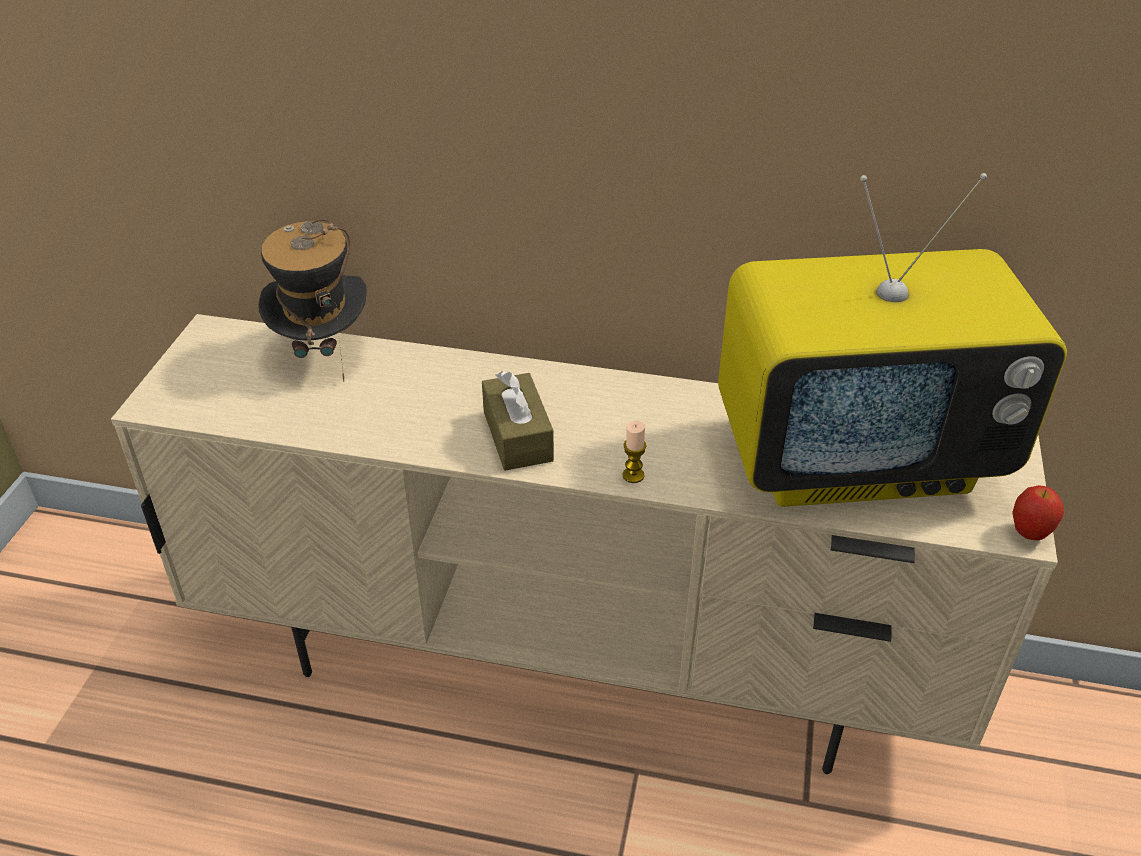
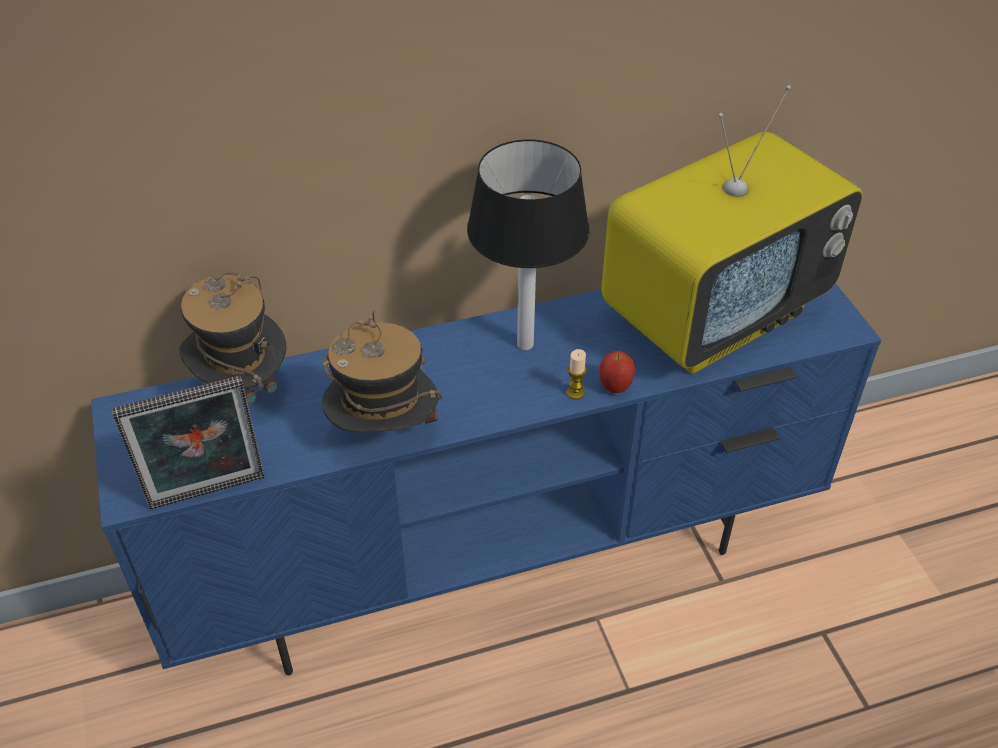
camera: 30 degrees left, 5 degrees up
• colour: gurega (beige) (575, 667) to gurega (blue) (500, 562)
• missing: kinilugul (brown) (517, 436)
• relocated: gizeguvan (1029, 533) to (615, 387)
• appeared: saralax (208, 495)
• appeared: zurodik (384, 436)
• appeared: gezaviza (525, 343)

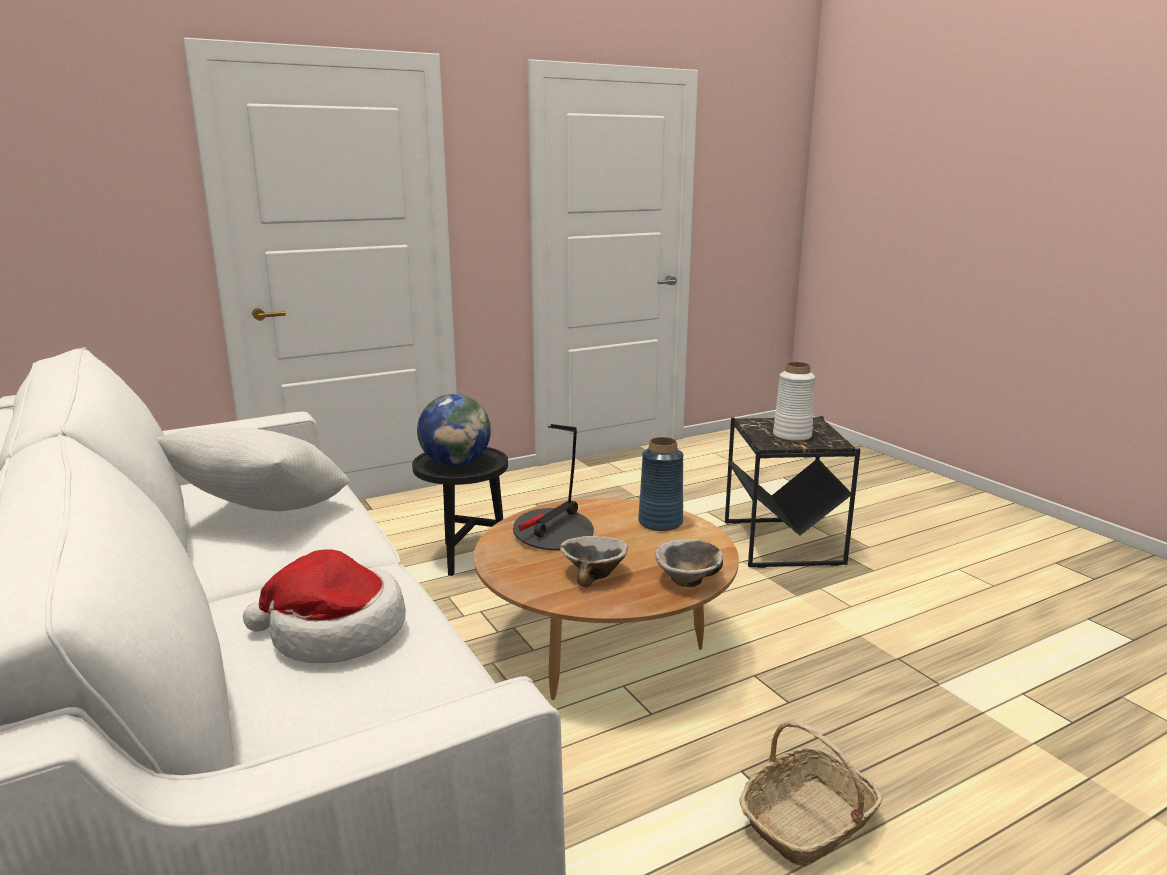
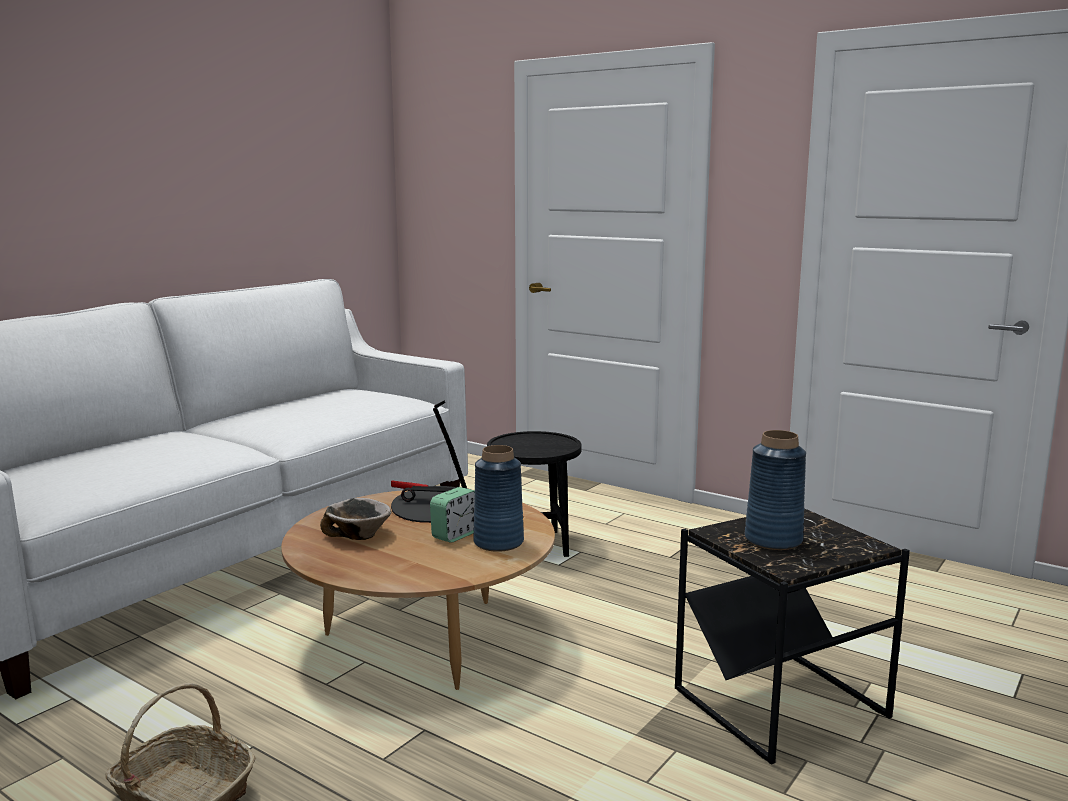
camera: 65 degrees right, 5 degrees down
• missing: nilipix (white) (264, 515)
• missing: zurodik (334, 633)
• missing: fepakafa (456, 464)
• missing: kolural (688, 580)
• colour: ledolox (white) (792, 436) to ledolox (blue) (773, 540)
• appeared: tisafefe (455, 535)

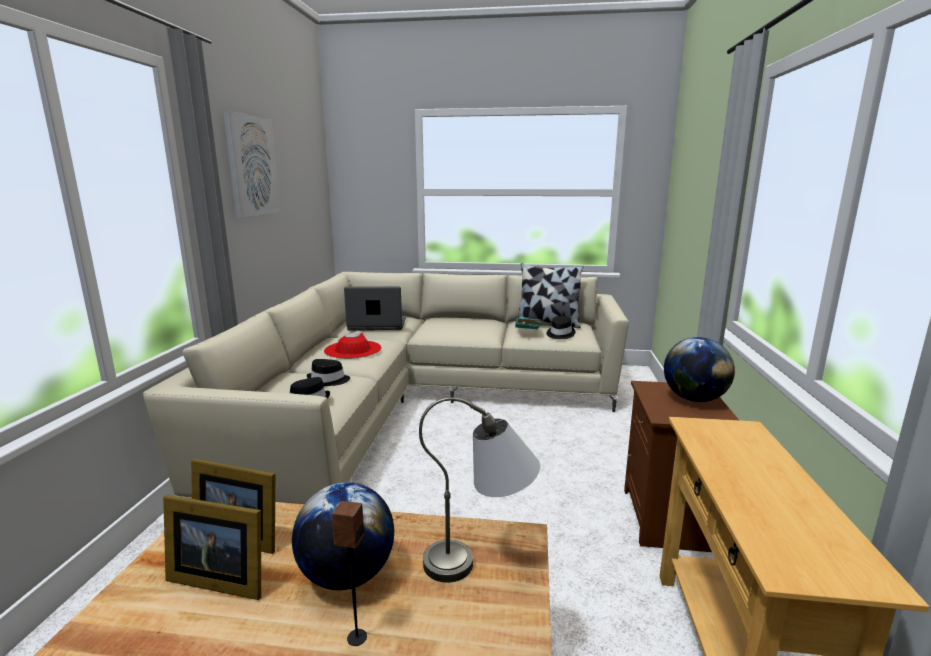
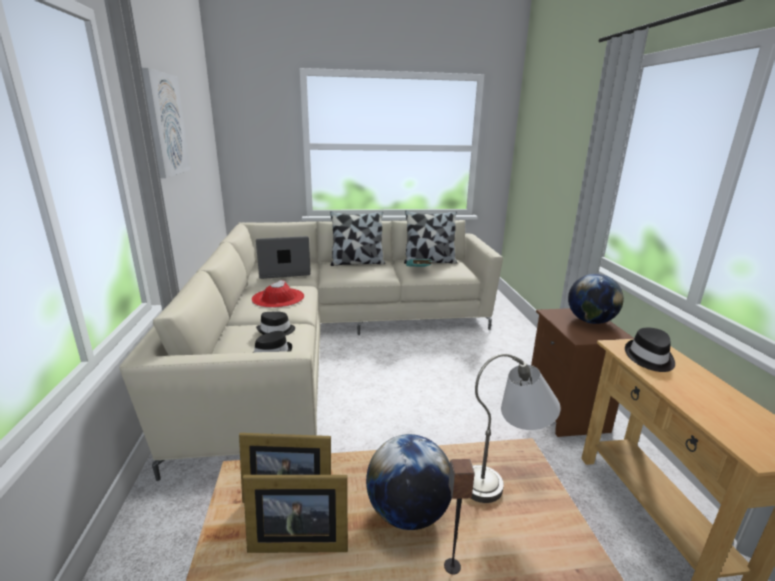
camera: 15 degrees left, 5 degrees up
• relocated: zurodik (black) (559, 334) to (649, 358)
• appeared: nilipix (357, 263)

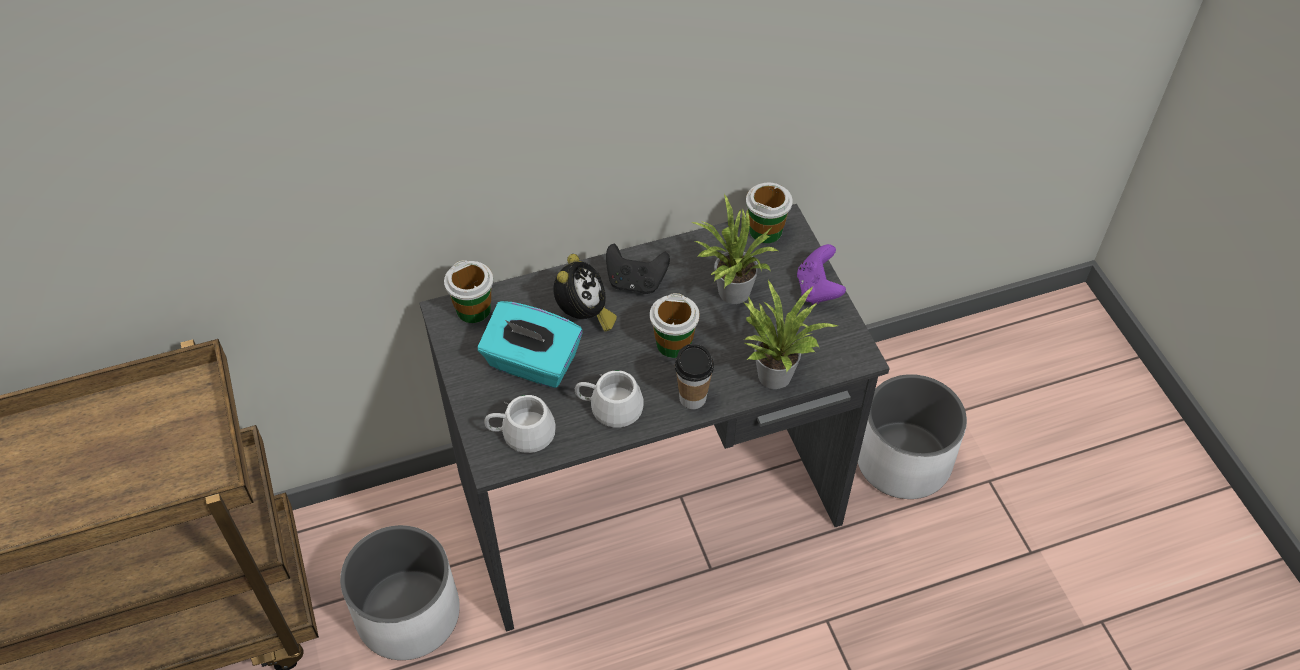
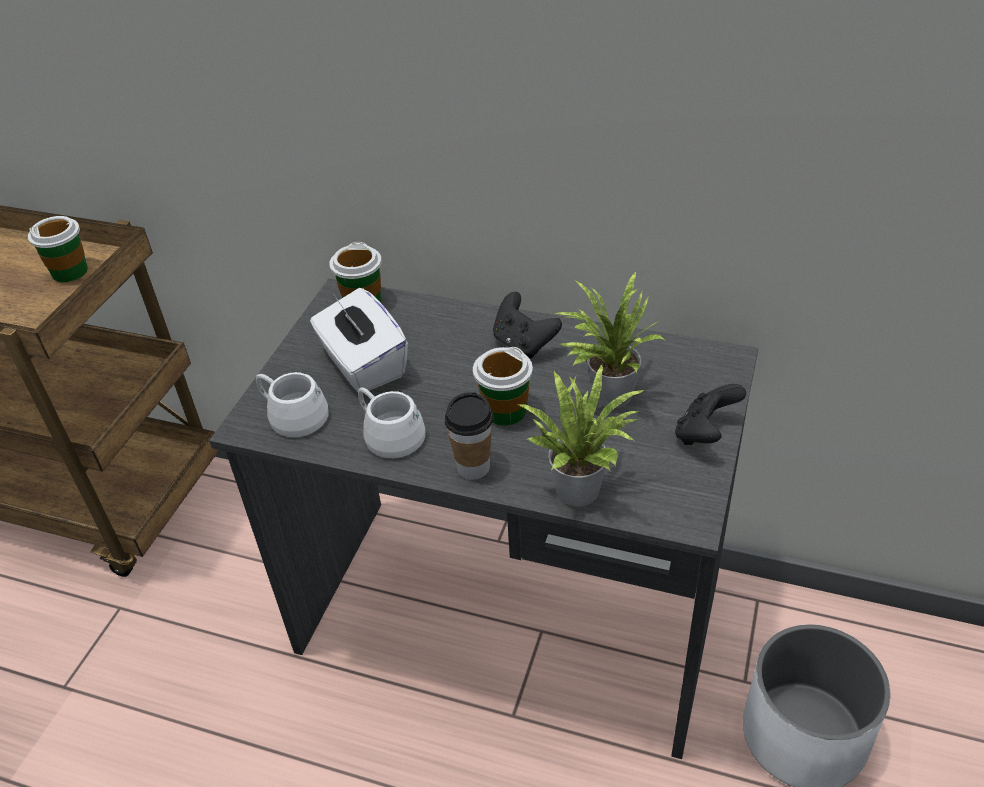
camera: 40 degrees right, 10 degrees down
• missing: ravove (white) (407, 613)
• colour: kinilugul (turquoise) (532, 363) to kinilugul (white) (363, 365)
• missing: tisafefe (584, 315)
• relocated: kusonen (765, 230) to (70, 271)
• colour: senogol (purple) (817, 289) to senogol (black) (705, 434)

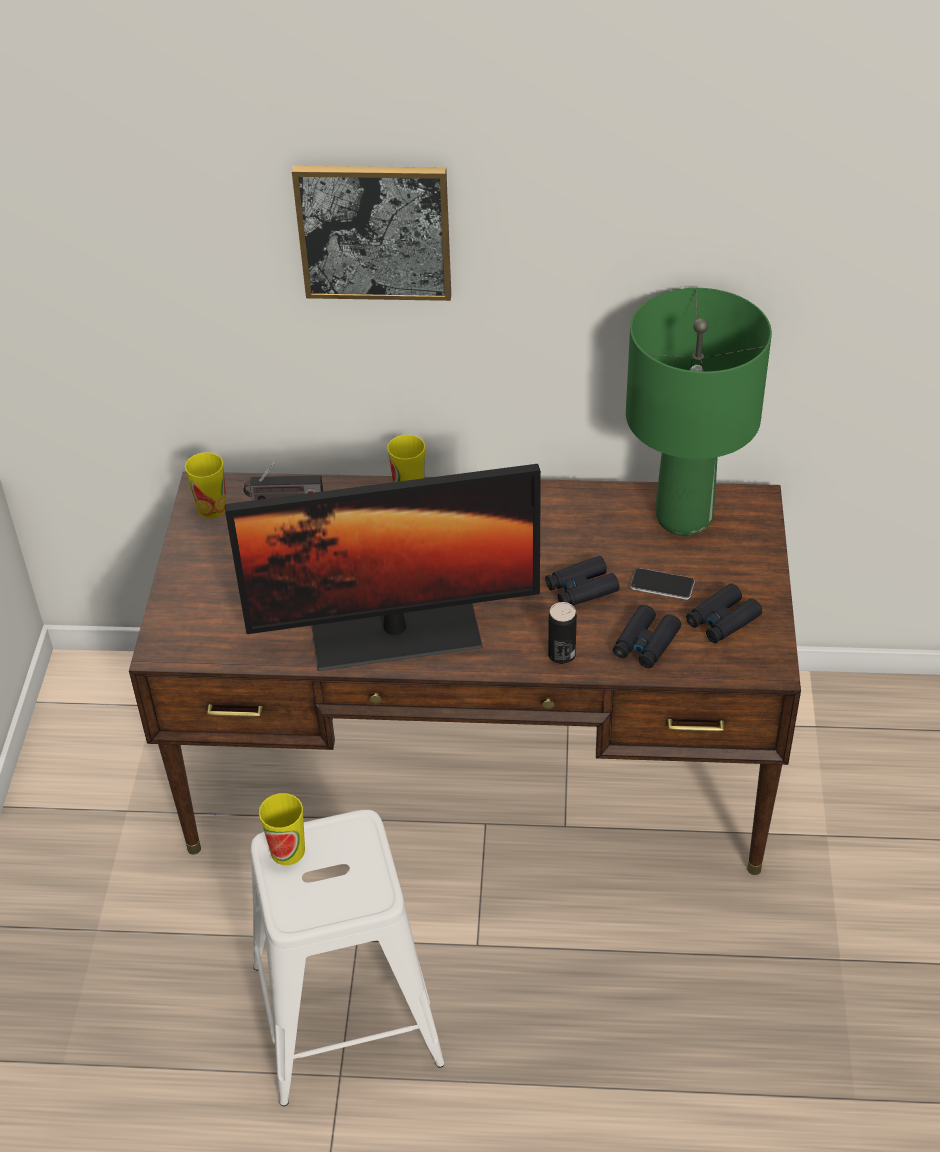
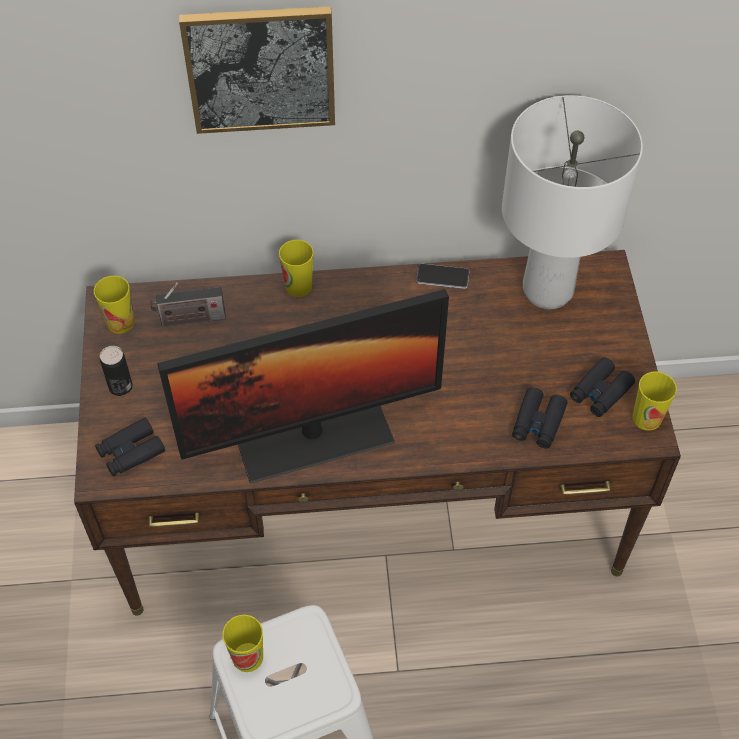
camera: 10 degrees left, 10 degrees up
• relocated: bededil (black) (581, 589) to (131, 452)
• relocated: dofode (561, 655) to (120, 386)
• colour: gezaviza (green) (682, 517) to gezaviza (white) (546, 290)
• relocated: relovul (662, 585) to (442, 277)
• appeared: kusonen (646, 418)

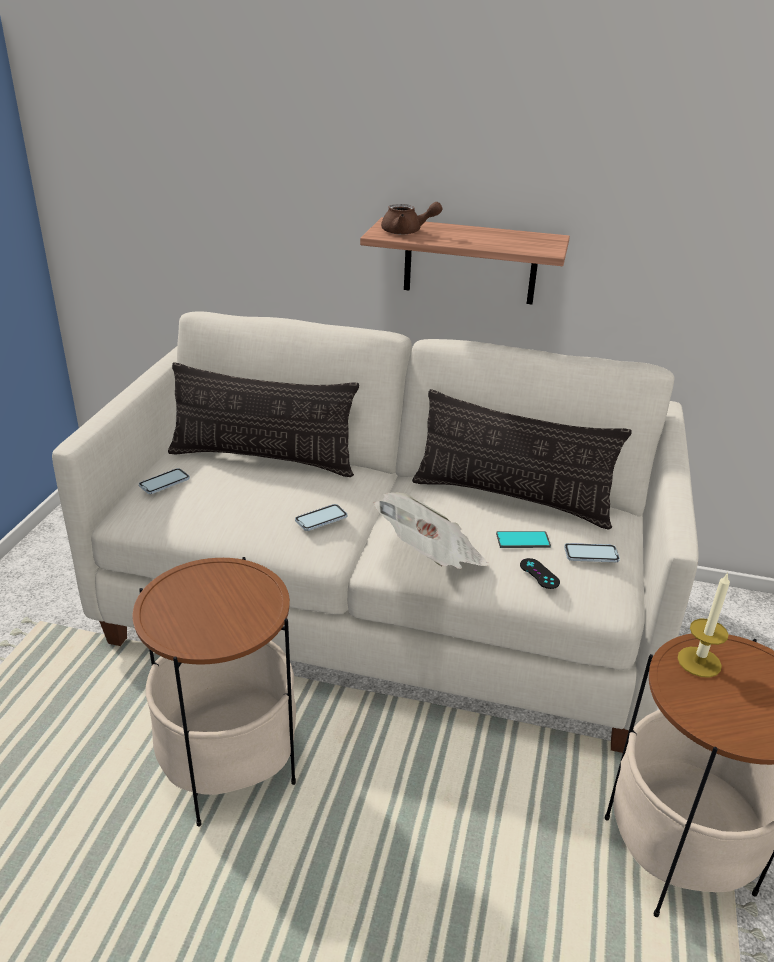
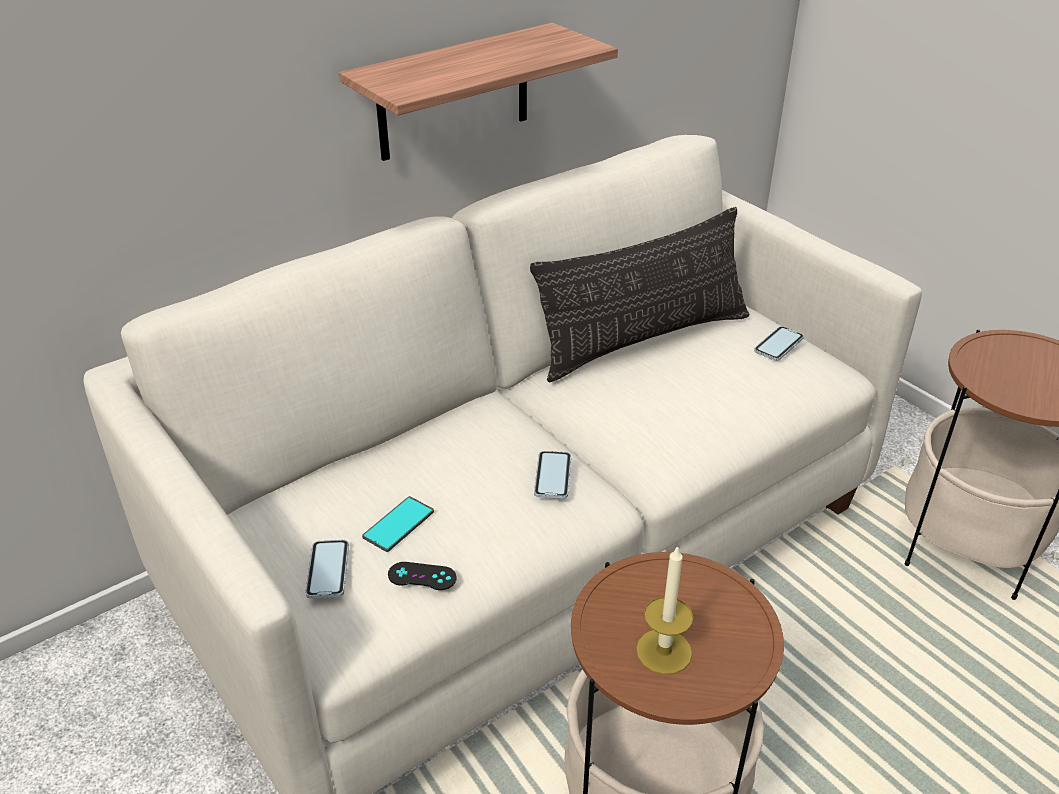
camera: 50 degrees left, 5 degrees up
• missing: nilipix (263, 459)
• missing: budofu (430, 556)
• missing: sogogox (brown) (407, 232)
• relocated: relovul (523, 540) to (398, 524)
• relocated: senogol (black) (539, 574) to (422, 576)
• relocated: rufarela (699, 662) to (664, 651)

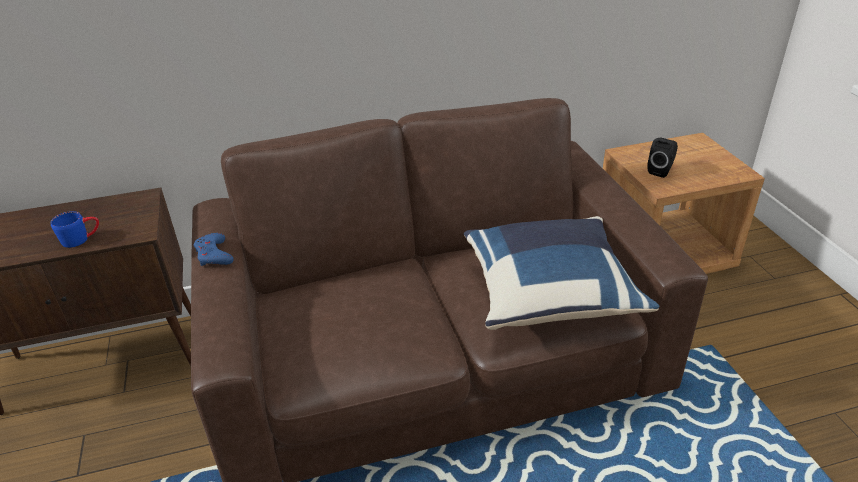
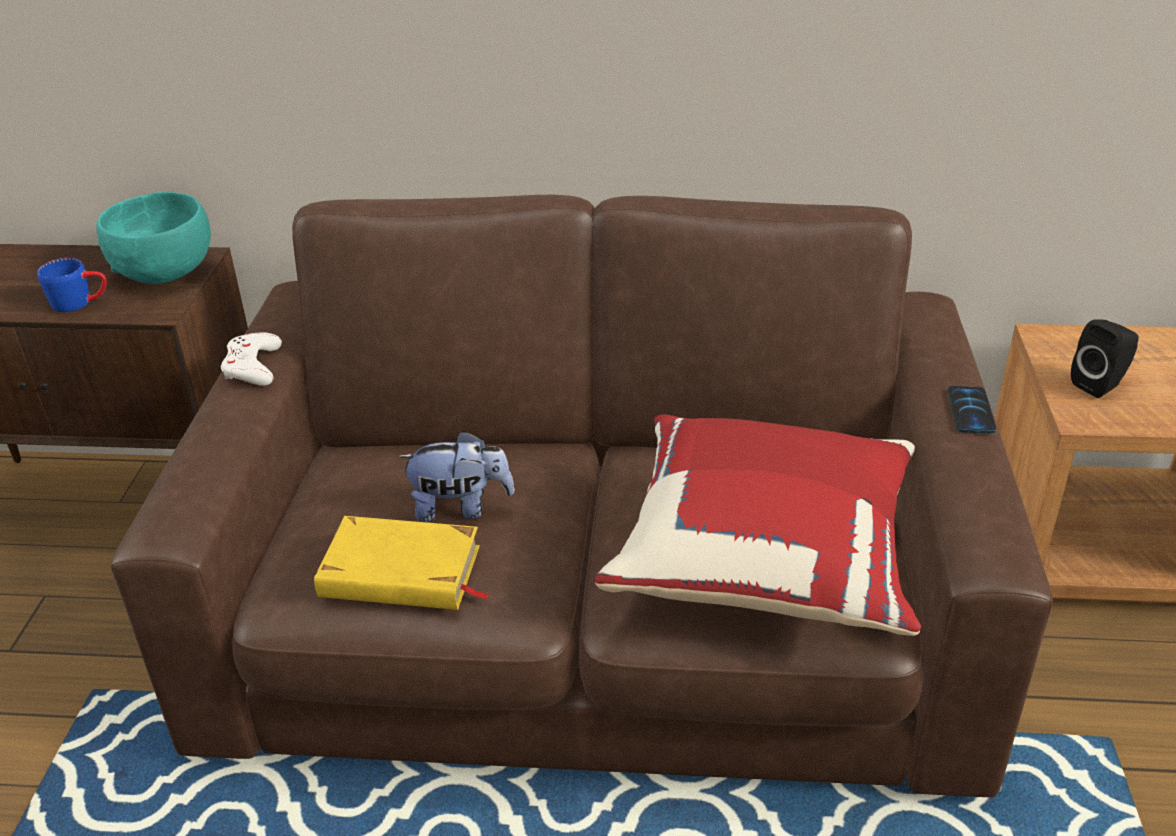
camera: 20 degrees right, 0 degrees up
• colour: senogol (blue) (214, 254) to senogol (white) (253, 366)
• colour: nilipix (blue) (549, 293) to nilipix (red) (766, 557)
• appeared: kolural (turquoise) (166, 271)
• appeared: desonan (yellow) (401, 573)
• appeared: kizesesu (460, 507)
• appeared: relovul (970, 411)

